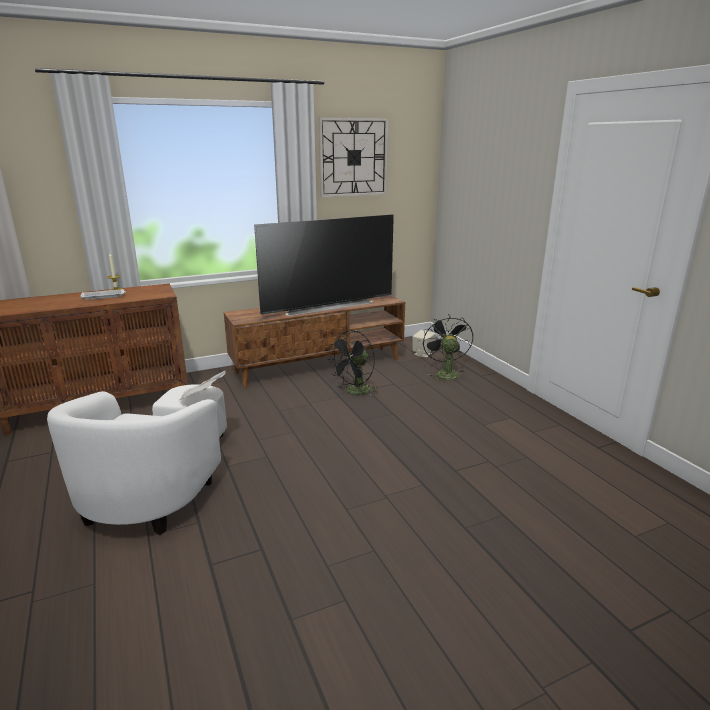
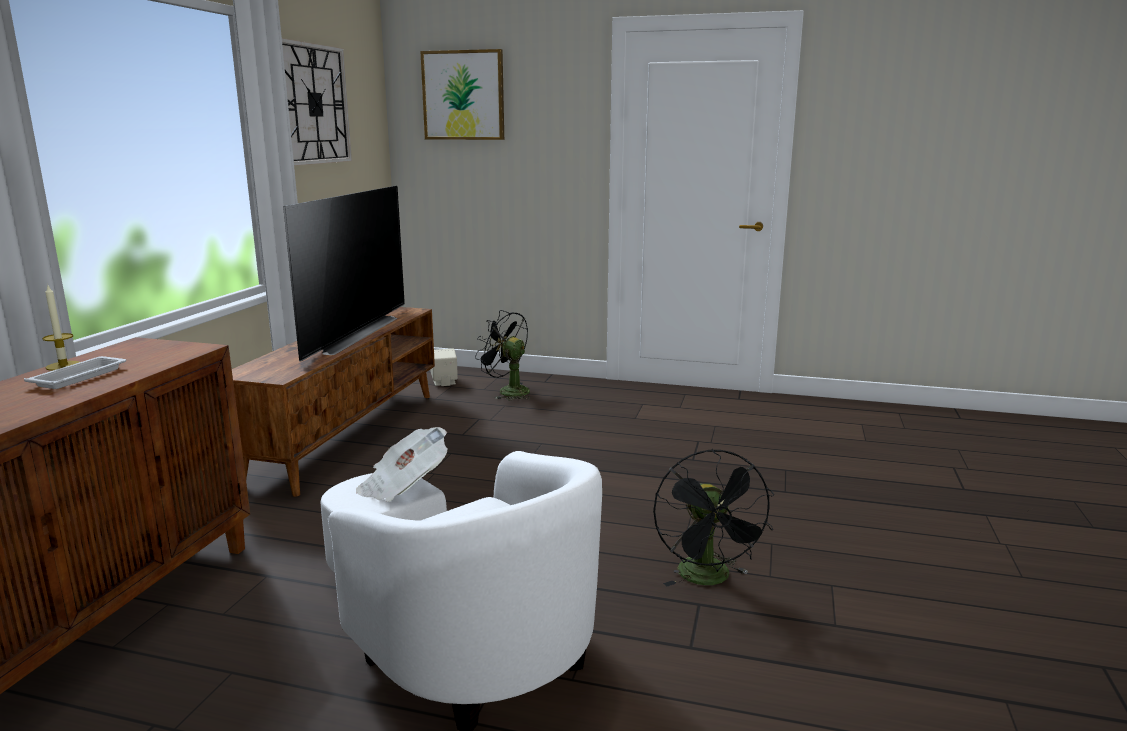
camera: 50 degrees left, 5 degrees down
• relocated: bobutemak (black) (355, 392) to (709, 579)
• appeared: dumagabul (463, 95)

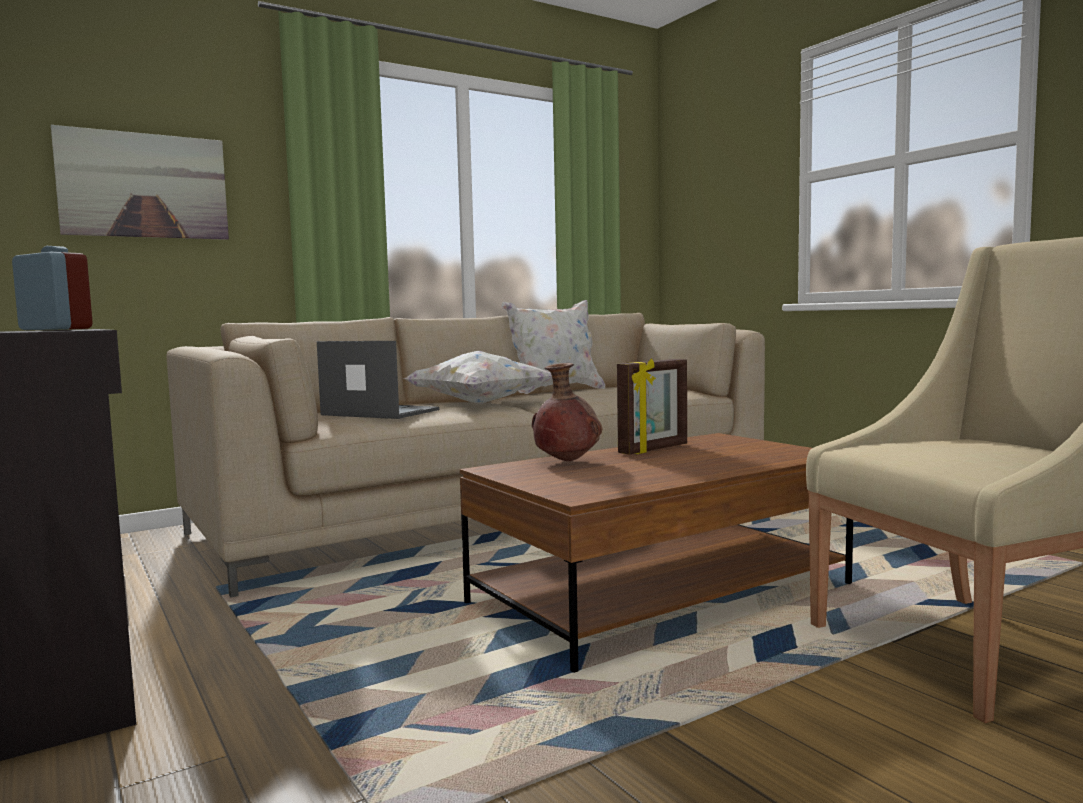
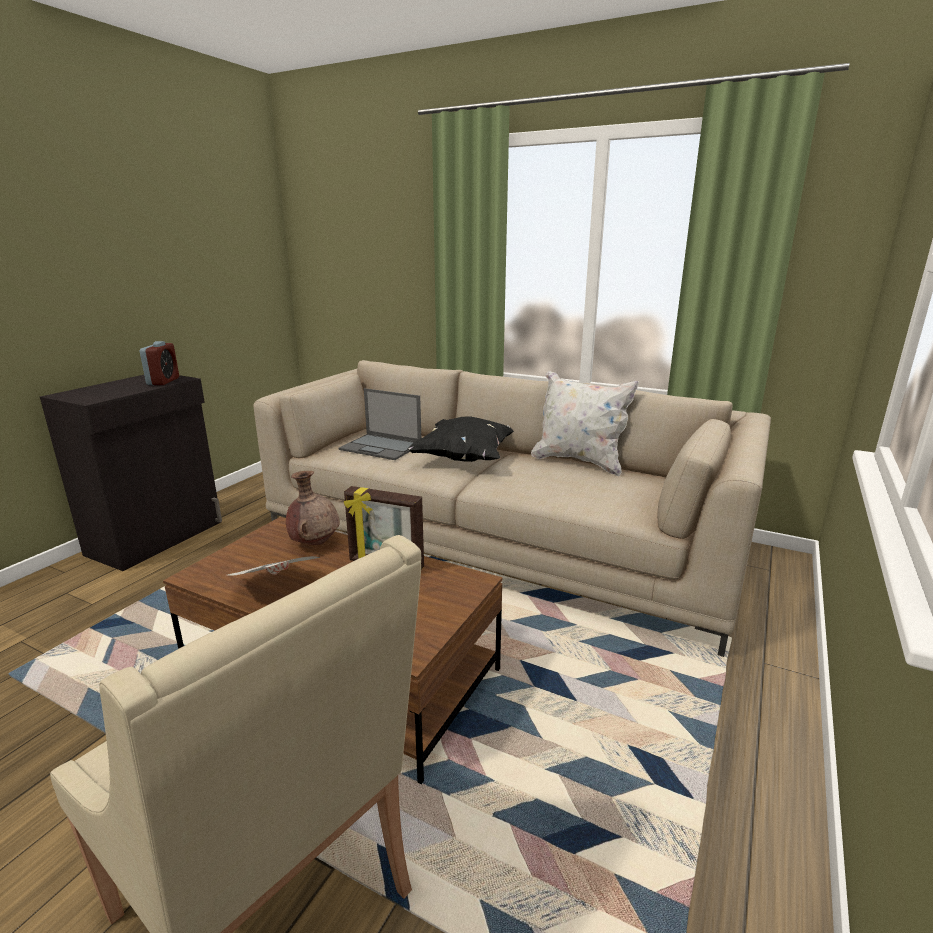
camera: 60 degrees right, 15 degrees up
• missing: dumagabul (144, 185)
• spun: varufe (379, 412) = (381, 447) 120 degrees clockwise
• colour: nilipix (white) (478, 403) to nilipix (black) (465, 458)
• appeared: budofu (277, 587)

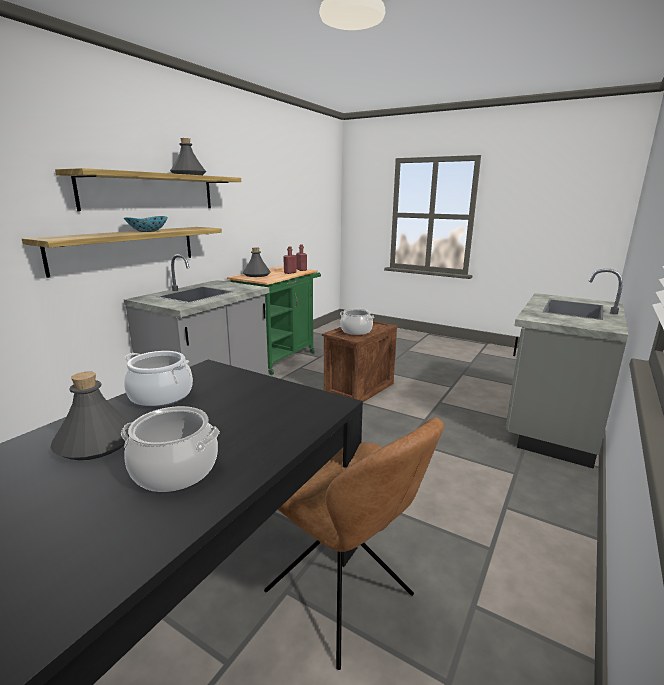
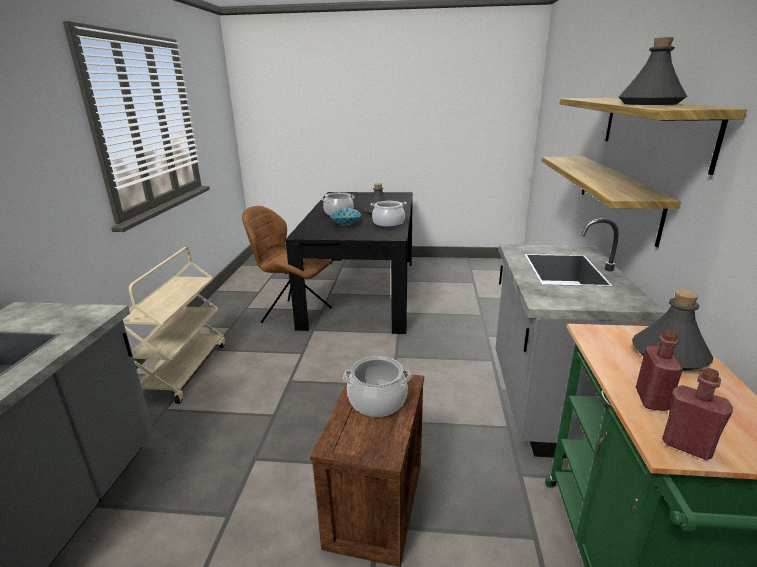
camera: 155 degrees right, 5 degrees up
• relocated: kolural (147, 231) to (346, 224)
• appeared: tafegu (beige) (184, 370)

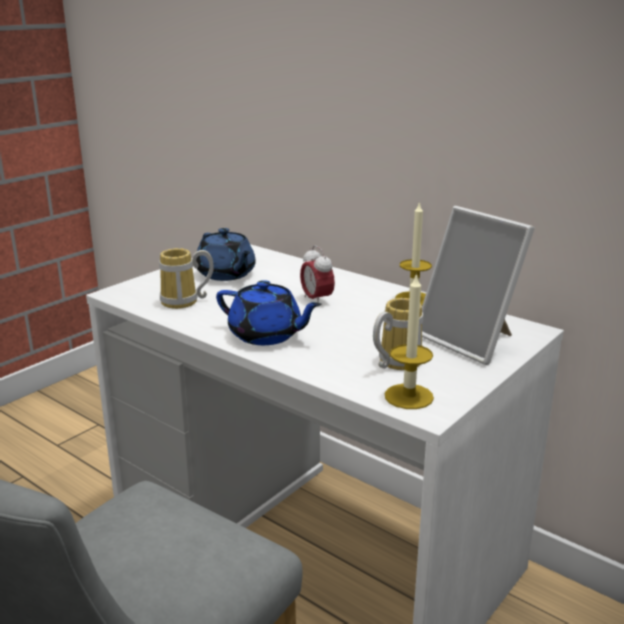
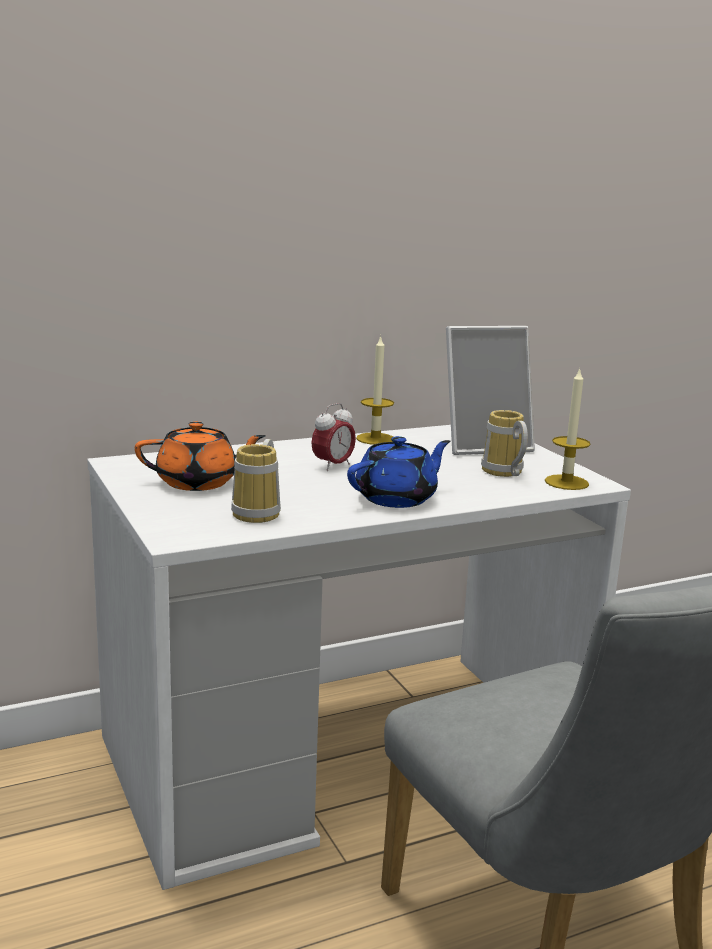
camera: 65 degrees left, 5 degrees down
• colour: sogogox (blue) (226, 274) to sogogox (orange) (199, 482)
• spun: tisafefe (317, 300) = (333, 466) 45 degrees counterclockwise

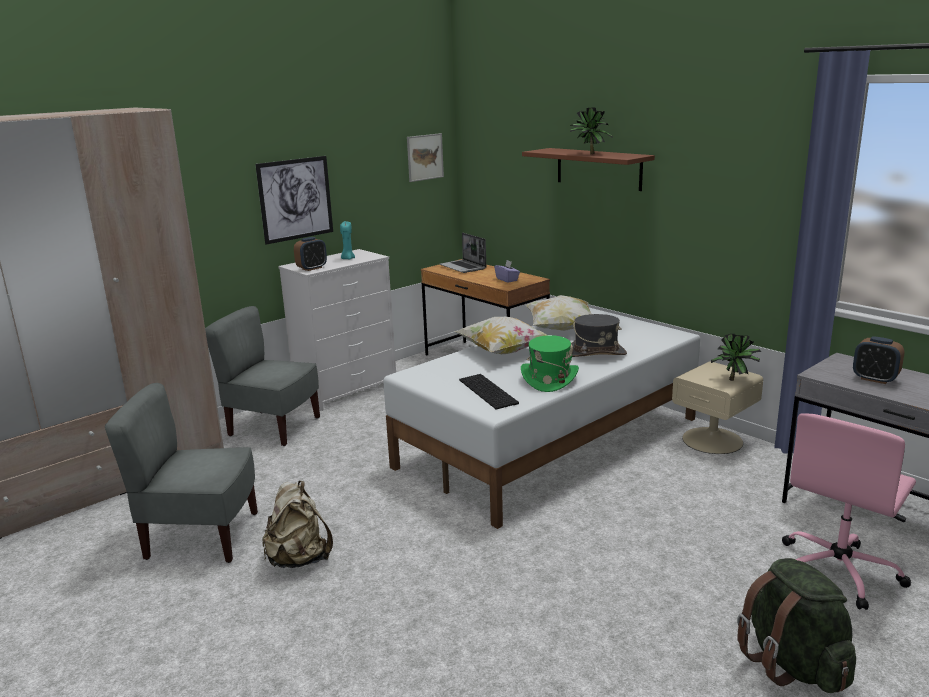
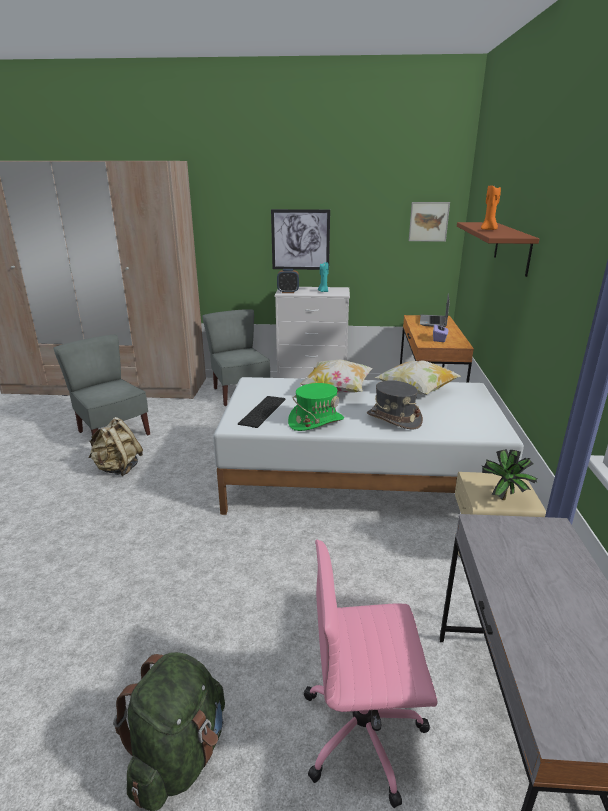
camera: 45 degrees right, 5 degrees up
• exchanged: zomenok (588, 154) to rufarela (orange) (488, 230)
• missing: tisafefe (875, 379)

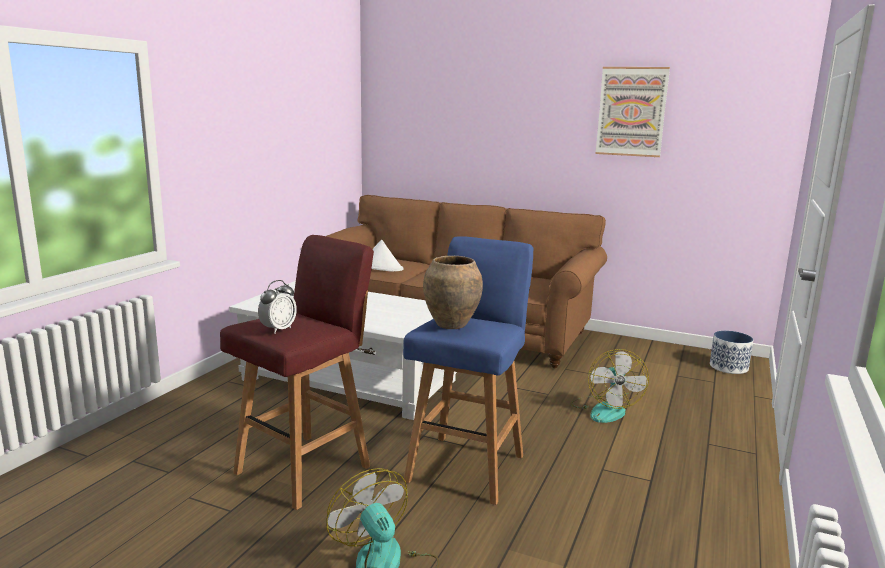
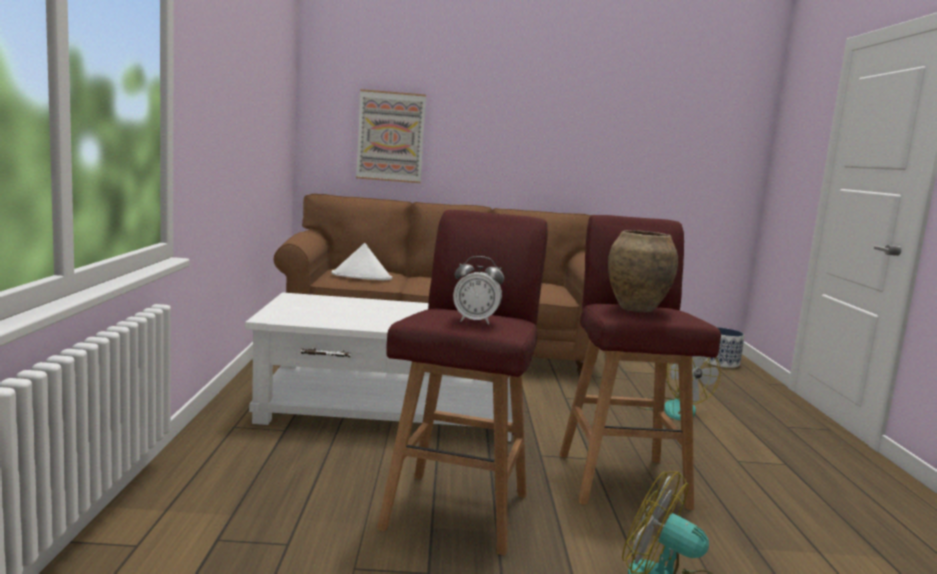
camera: 25 degrees left, 5 degrees down
• spun: tisafefe (278, 329) = (475, 321) 90 degrees clockwise
• colour: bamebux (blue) (467, 466) to bamebux (red) (621, 478)
• relocated: dumagabul (631, 112) to (391, 136)

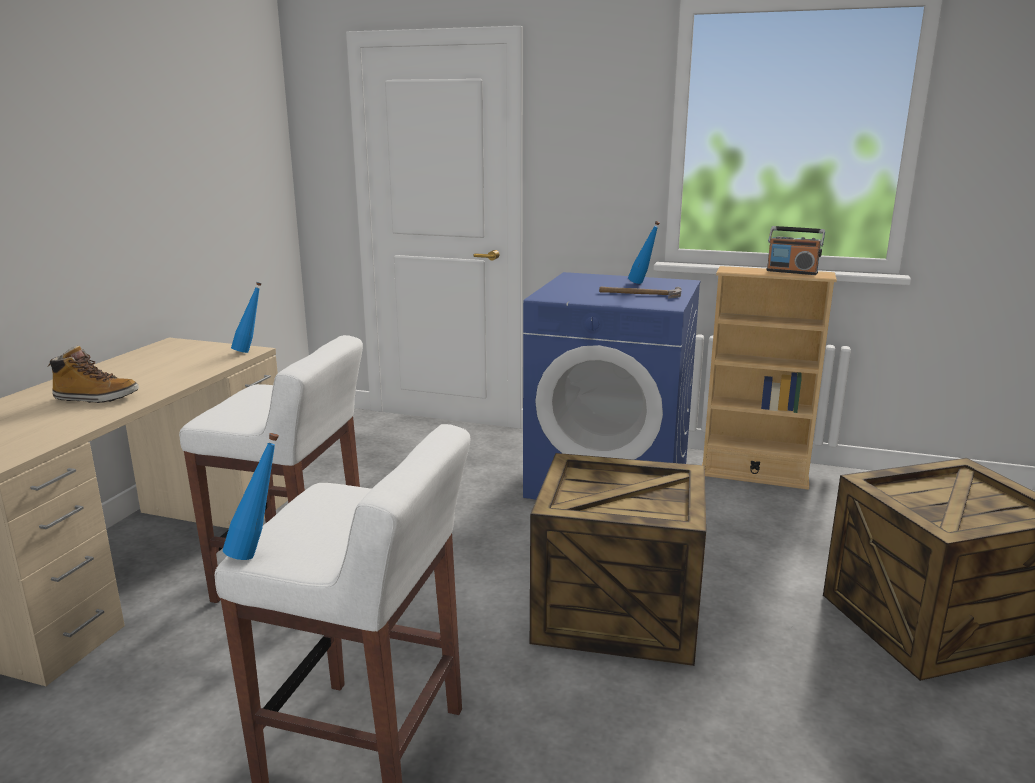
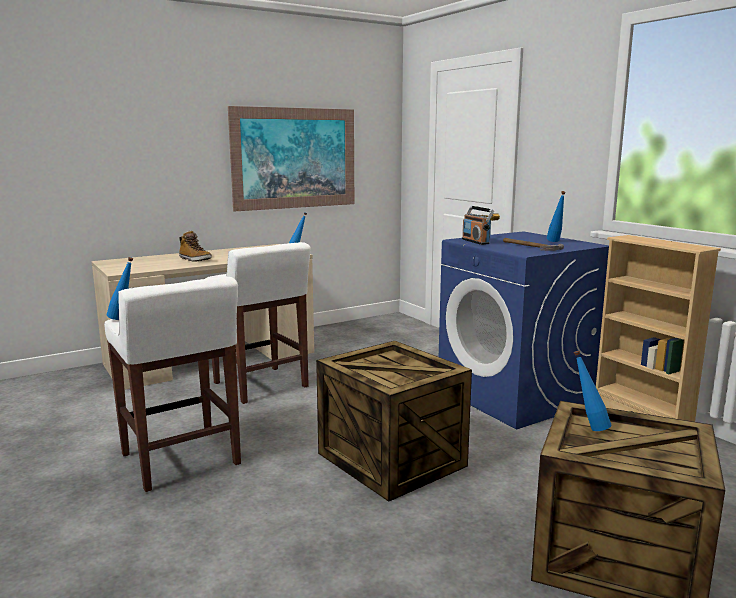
camera: 40 degrees right, 5 degrees down
• relocated: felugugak (792, 272) to (476, 241)
• appeared: dumagabul (295, 158)
• appeared: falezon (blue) (588, 428)

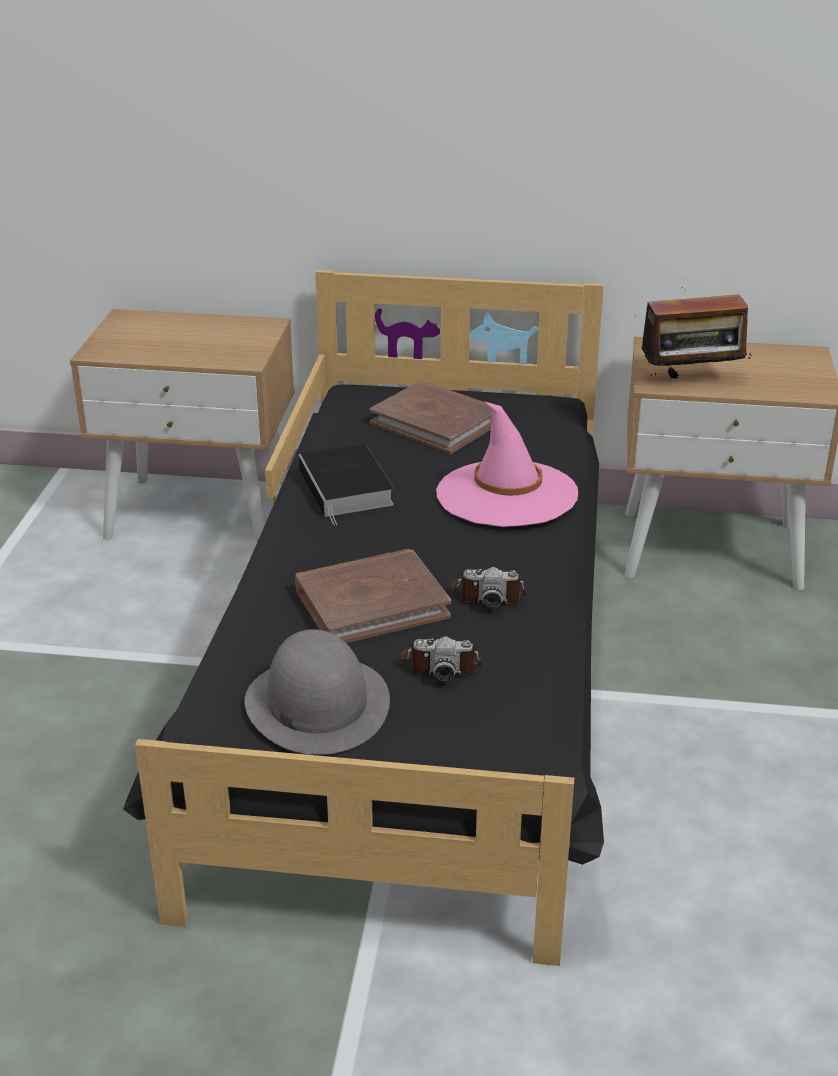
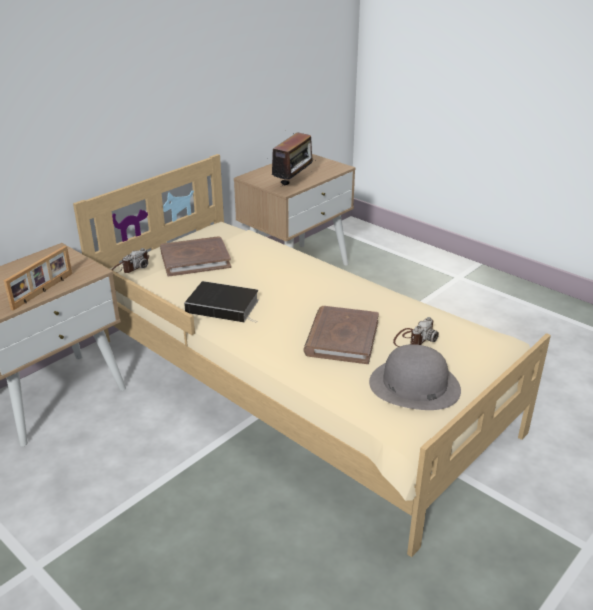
camera: 55 degrees left, 0 degrees up
• colour: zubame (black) (419, 677) to zubame (beige) (298, 385)
• missing: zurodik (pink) (506, 494)
• relocated: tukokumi (488, 594) to (131, 267)
• appeared: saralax (43, 291)

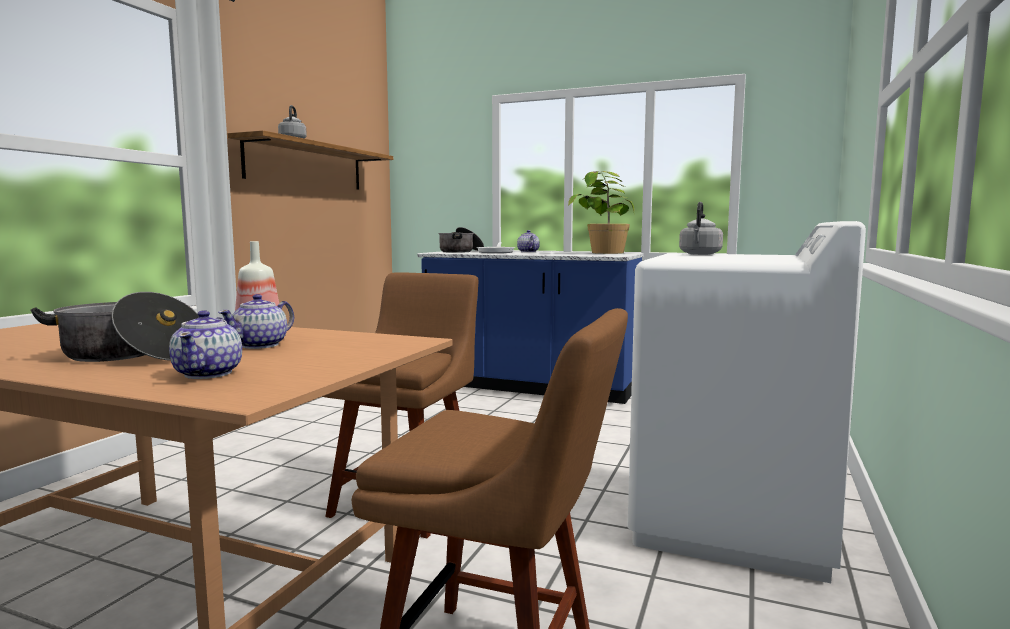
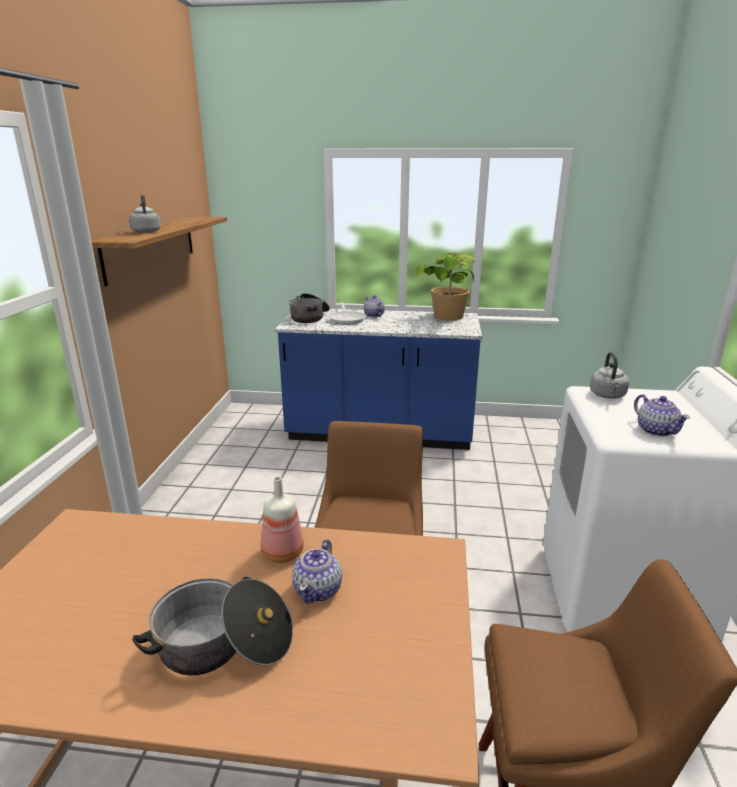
camera: 15 degrees left, 15 degrees up
• relocated: sogogox (209, 373) to (656, 430)

